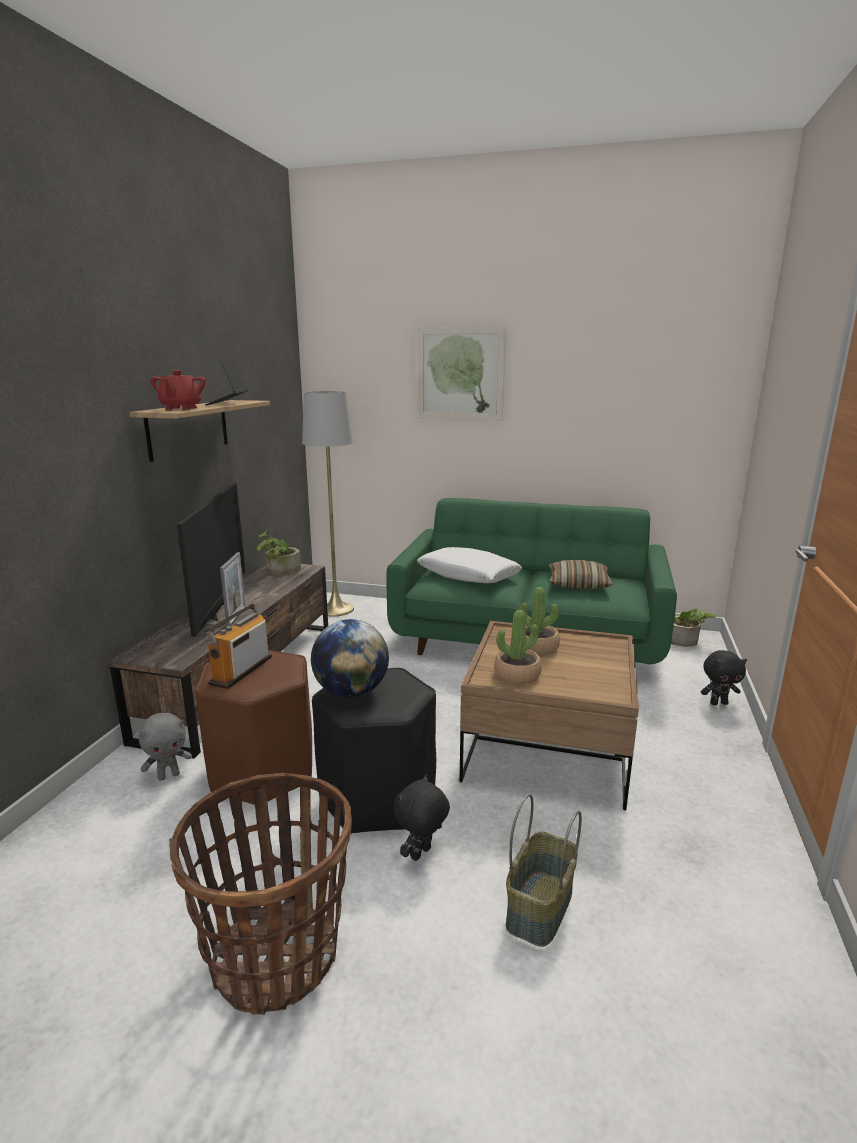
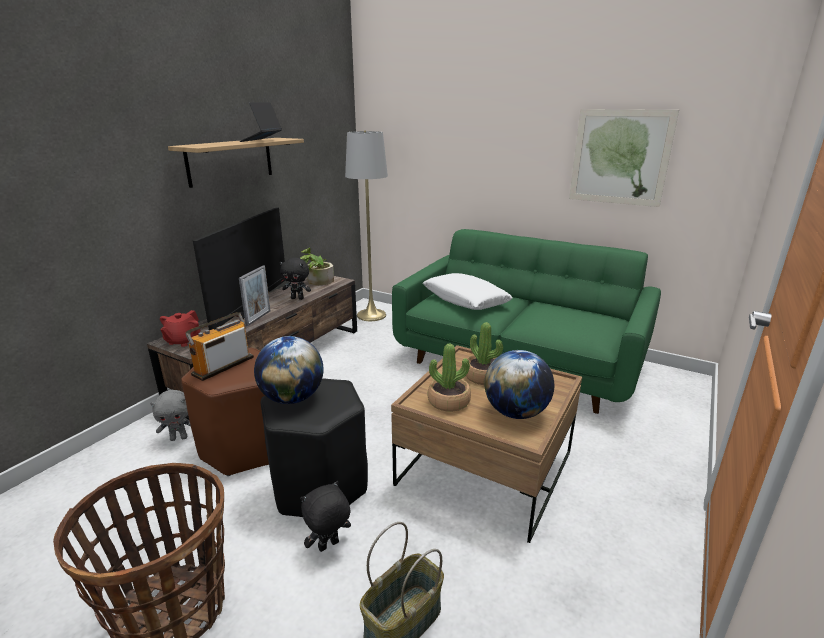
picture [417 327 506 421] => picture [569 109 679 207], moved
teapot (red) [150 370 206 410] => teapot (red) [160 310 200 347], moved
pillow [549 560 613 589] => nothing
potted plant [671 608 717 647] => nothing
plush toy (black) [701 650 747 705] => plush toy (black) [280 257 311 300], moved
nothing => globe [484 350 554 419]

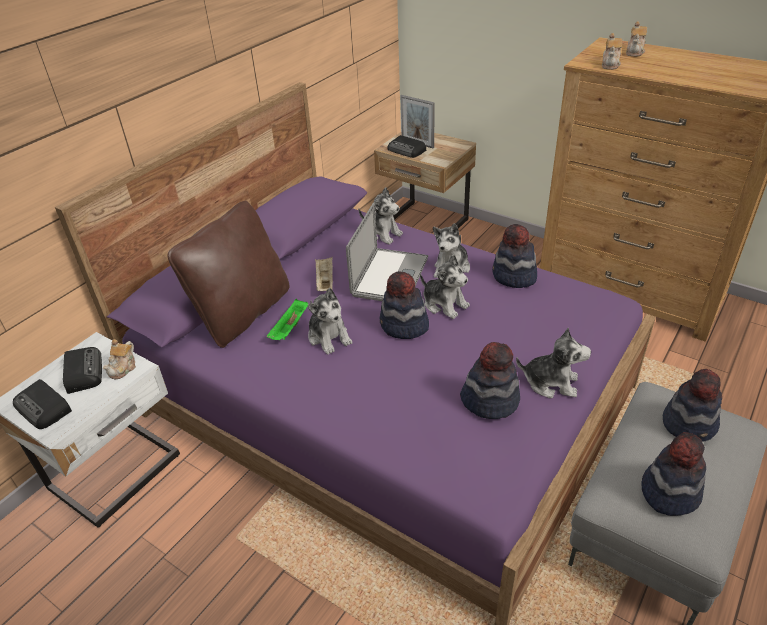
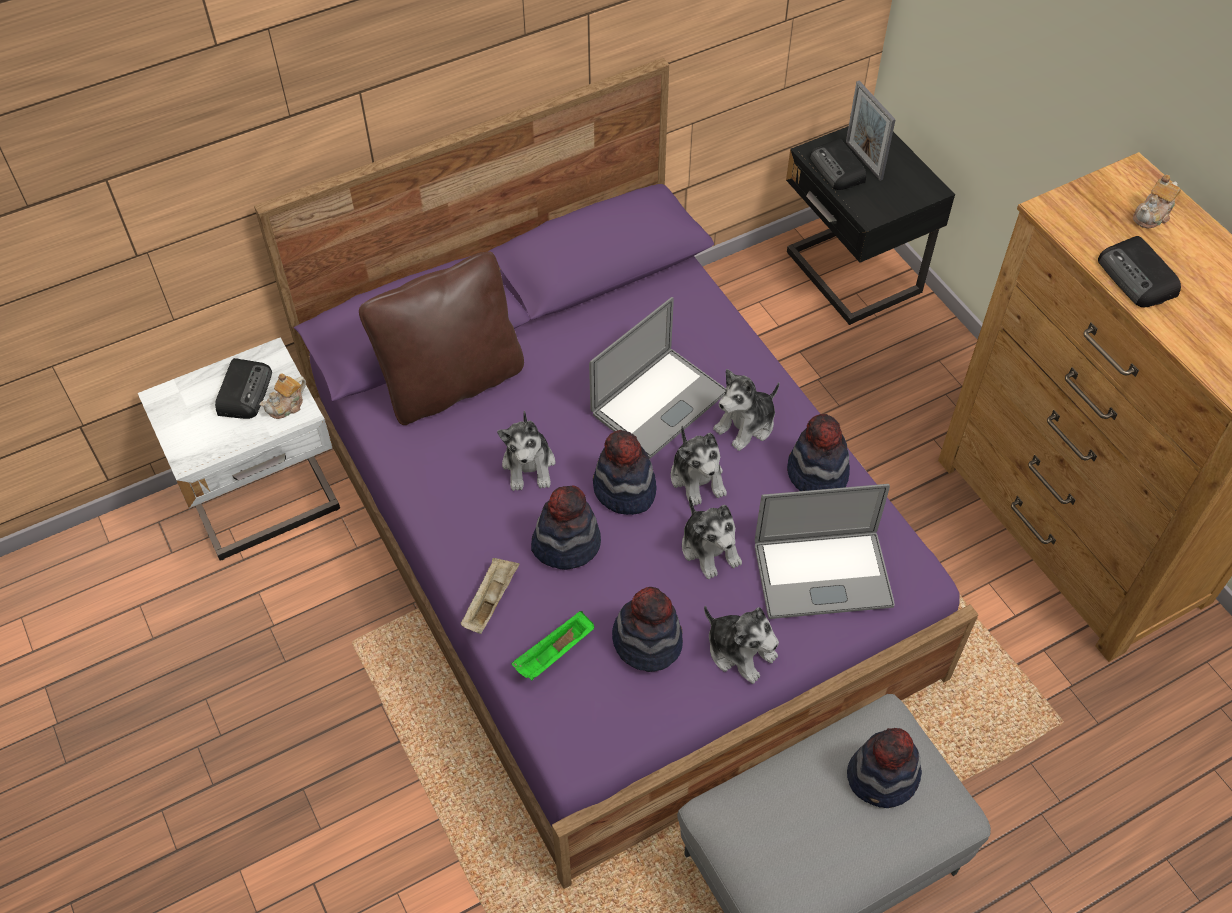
teapot [602 33 622 70] => nothing
nightstand (beige) [374 132 476 229] => nightstand (black) [786 126 955 325]
plush toy [359 187 403 245] => plush toy [682 496 742 579], moved
tray (beige) [315 257 333 291] => tray (beige) [461 558 520 634], moved
tray (green) [267 299 309 340] => tray (green) [512 611 594 681], moved
radio [13 379 72 429] => radio [1098 236 1181 307], moved
hat [641 432 706 516] => hat [531 485 601 570], moved
nothing => laptop [755 484 895 619]

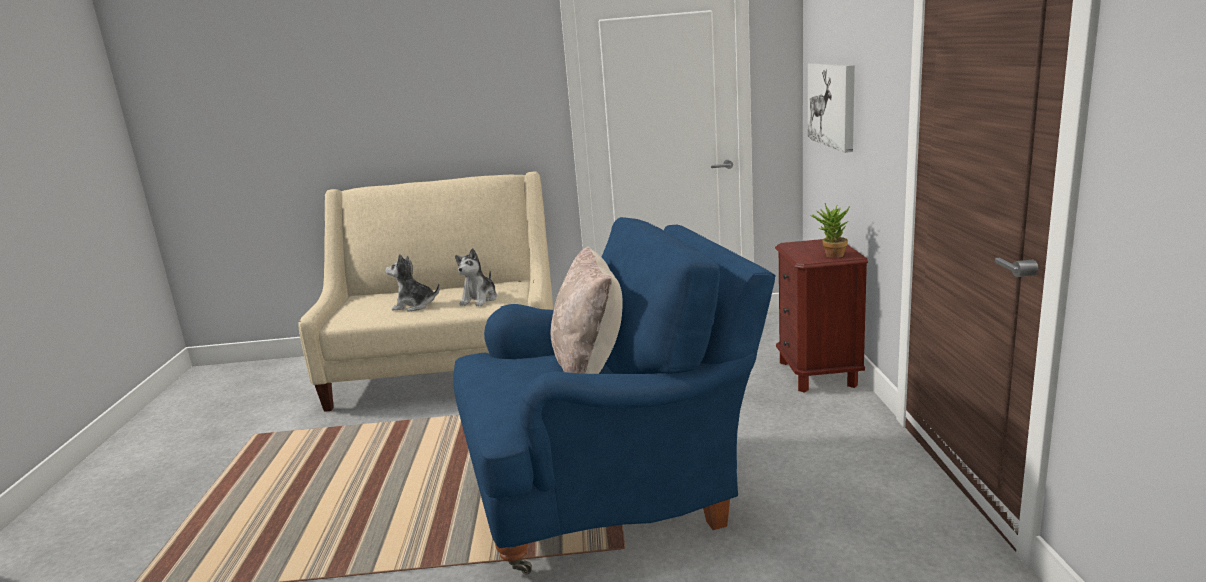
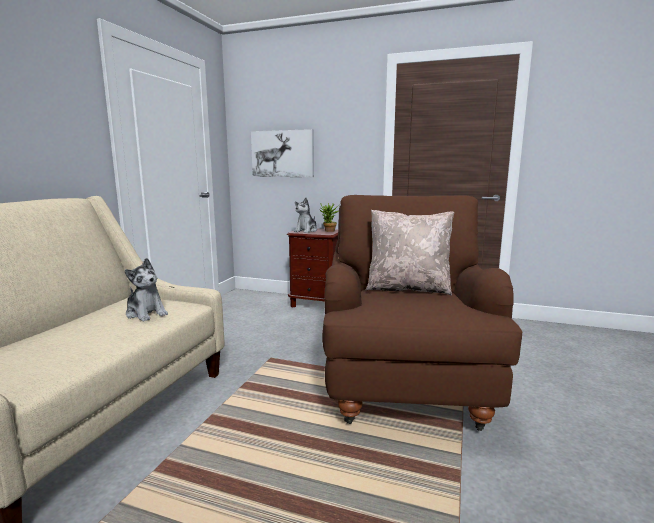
armchair (blue) [453 217 775 574] => armchair (brown) [322 195 522 431]
plush toy [385 254 440 312] => plush toy [294 198 317 233], moved

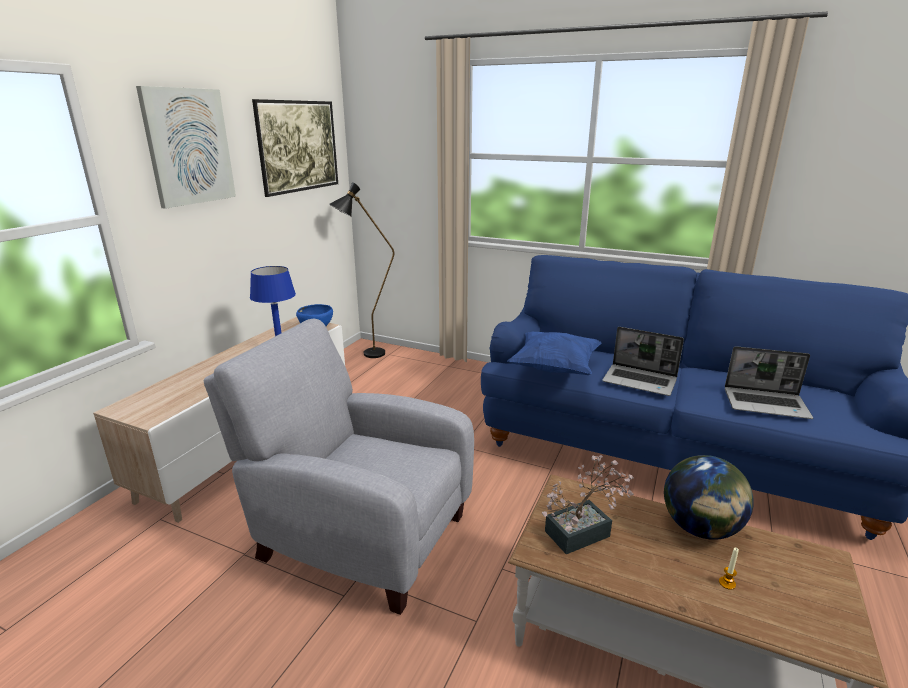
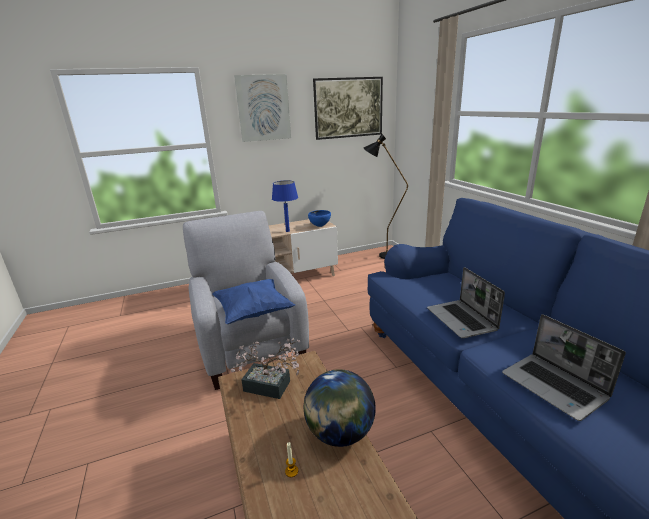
pillow (blue) [508 332 602 375] => pillow (blue) [212 279 295 324], moved

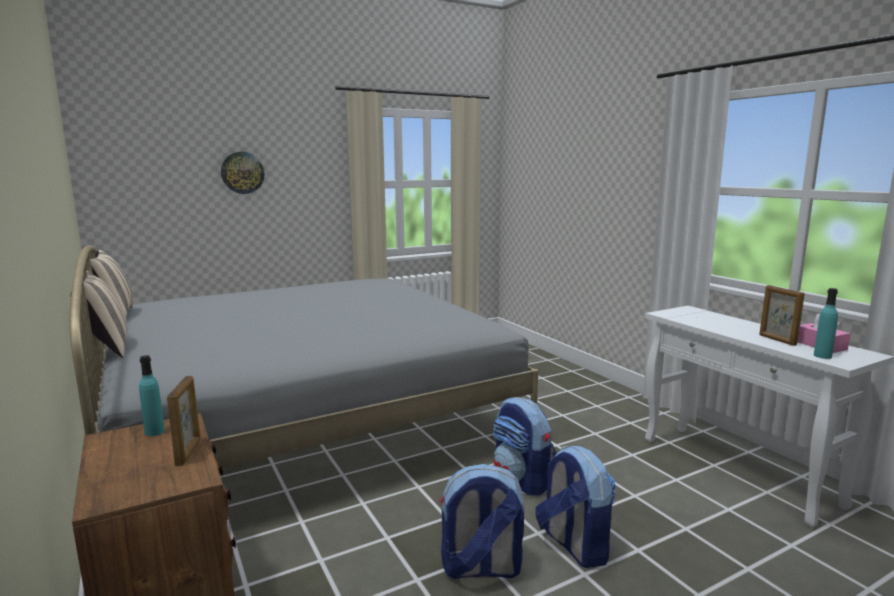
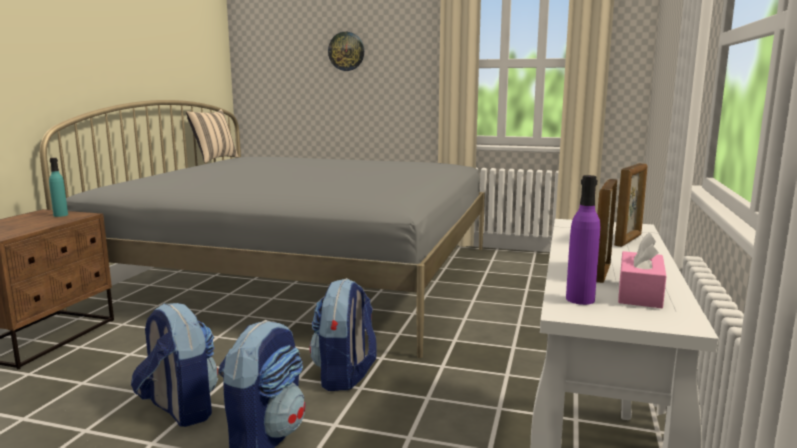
pillow (beige) [70 271 127 358] => nothing
bottle (turquoise) [814 288 838 359] => bottle (purple) [566 175 600 305]
picture frame [167 376 201 466] => picture frame [614 163 647 247], moved

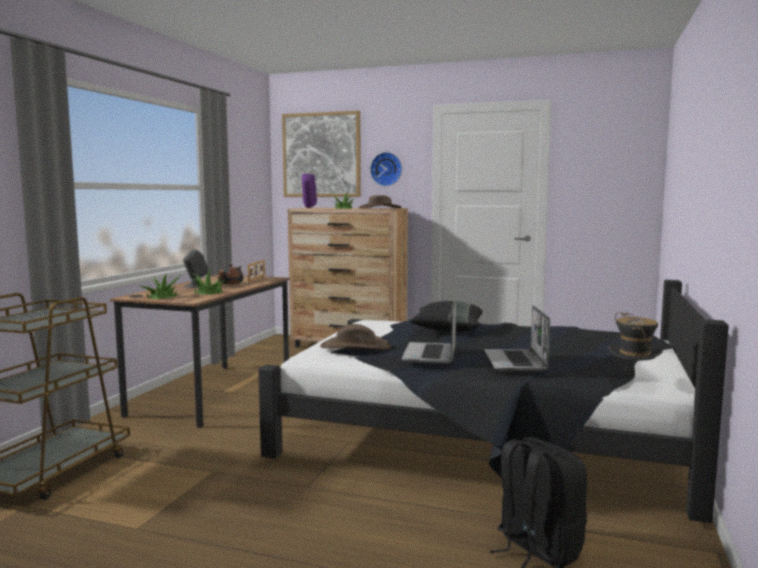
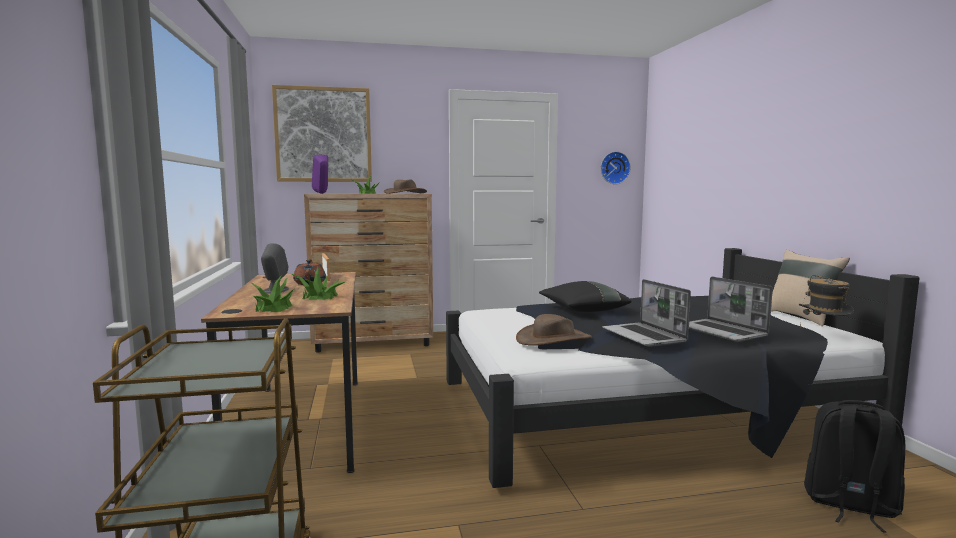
wall clock [370 152 402 186] => wall clock [601 151 631 184], moved
nothing => pillow (beige) [771 250 850 326]

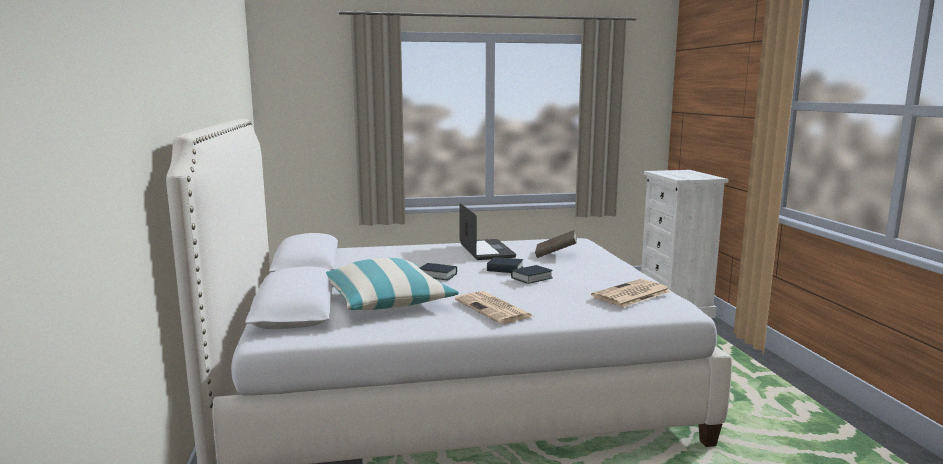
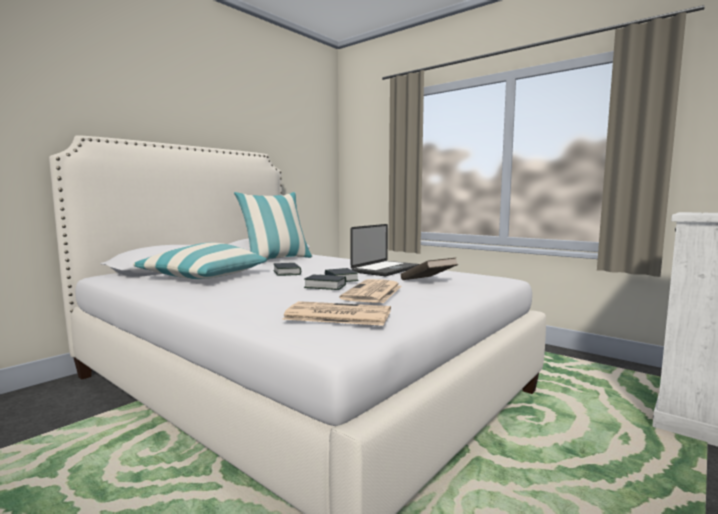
newspaper [455 291 534 324] => newspaper [339 279 401 303], moved
nothing => pillow [234 192 312 260]

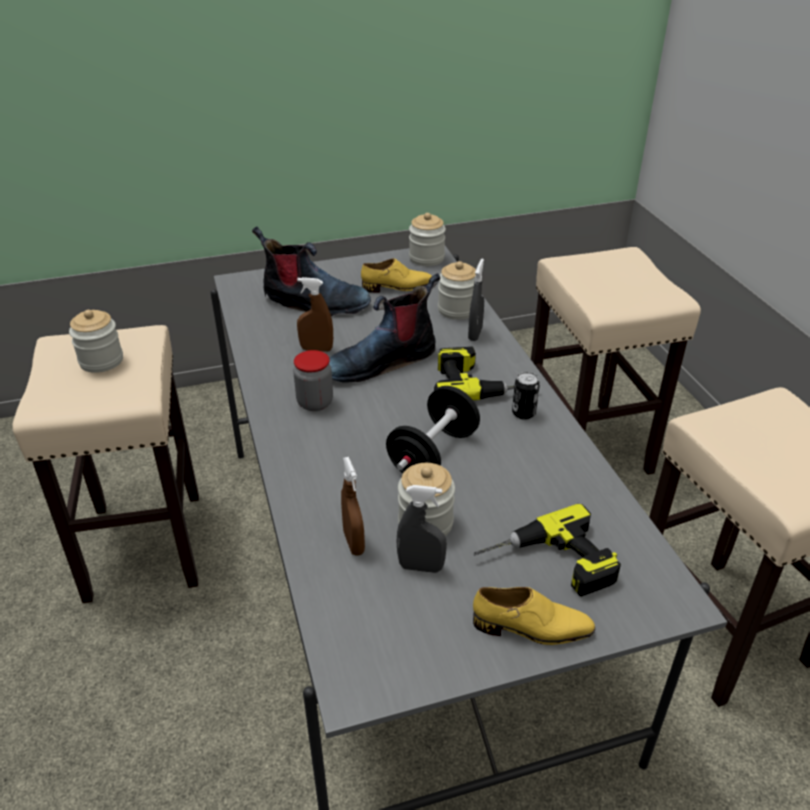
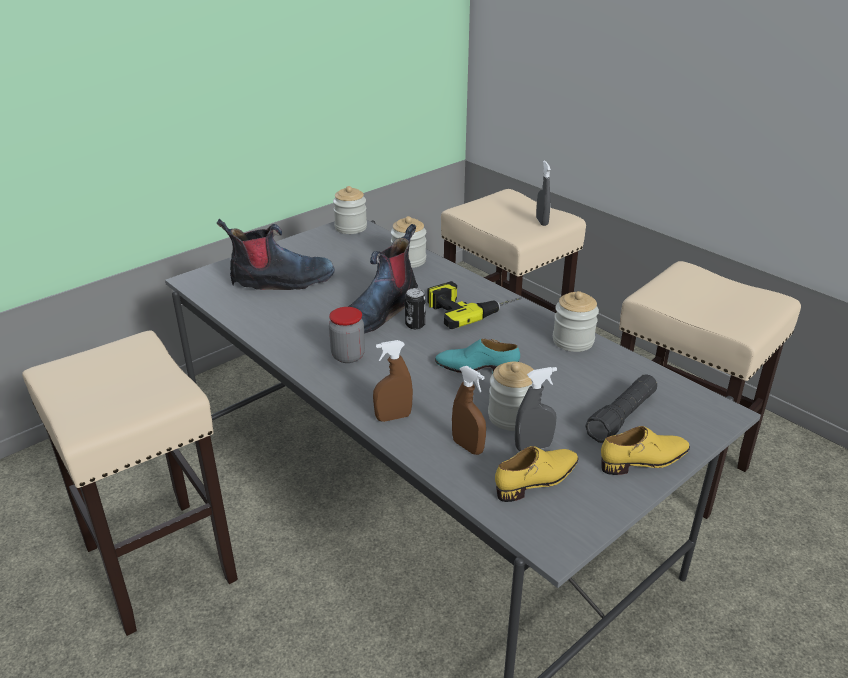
shoe (yellow) [361 258 432 293] => shoe (yellow) [495 446 578 502], moved
spray bottle (grey) [468 259 484 341] => spray bottle (grey) [536 160 551 226], moved
spray bottle (brown) [297 277 333 352] => spray bottle (brown) [373 340 413 422], moved
jar [69 310 123 373] => jar [553 291 599 352], moved
can [512 372 540 420] => can [405 288 426 329], moved
dumbbell (black) [386 386 480 473] => shoe (turquoise) [435 339 520 374]
power drill [474 504 621 597] => flashlight (black) [585 374 657 443]

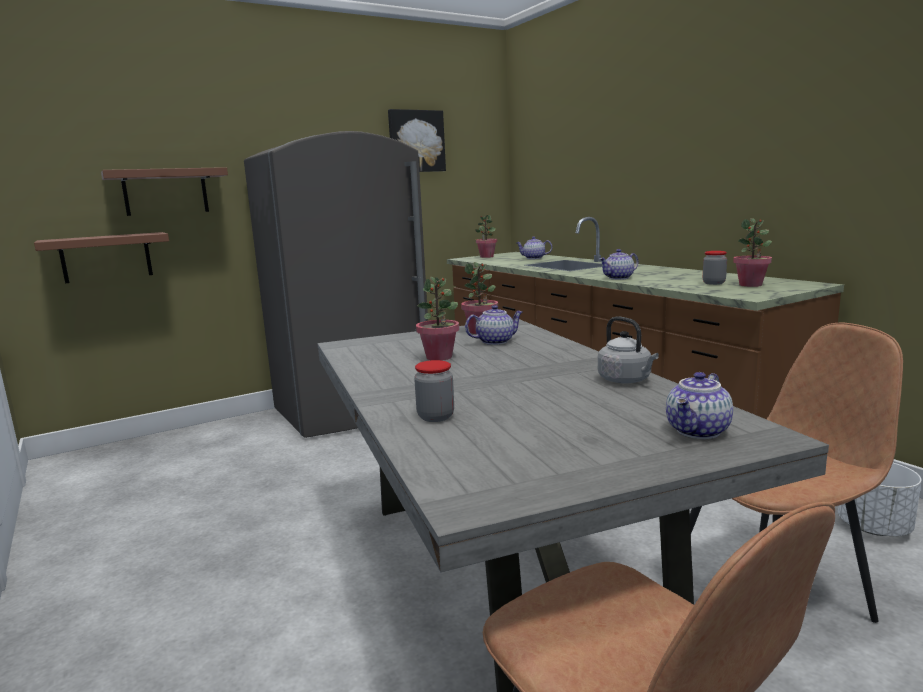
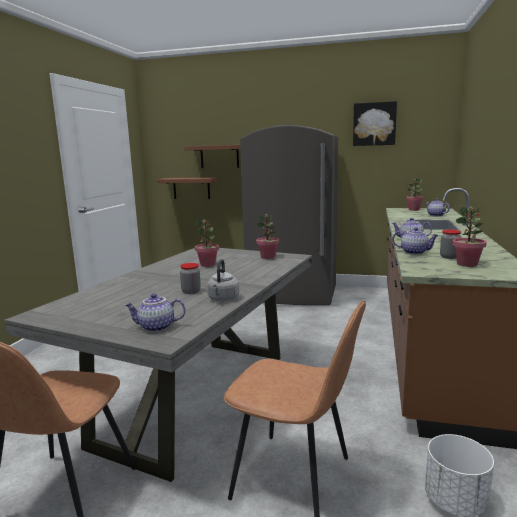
teapot [465 305 523 345] => teapot [393 227 439 255], moved
jar [414 360 454 422] => jar [180 263 201 294], moved

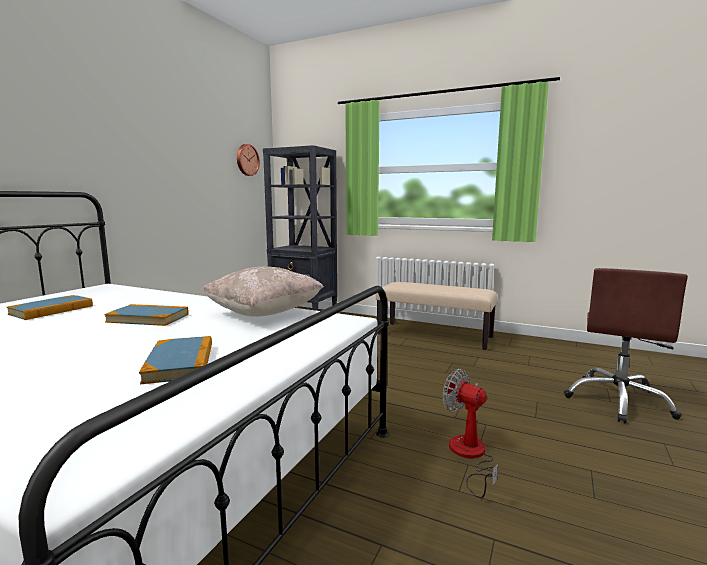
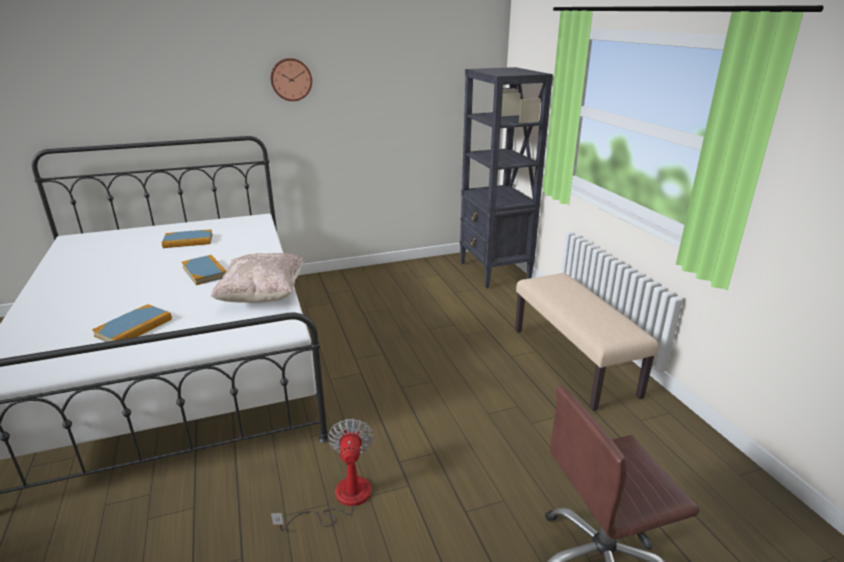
wall clock [237 144 260 176] => wall clock [271 58 312 101], moved

